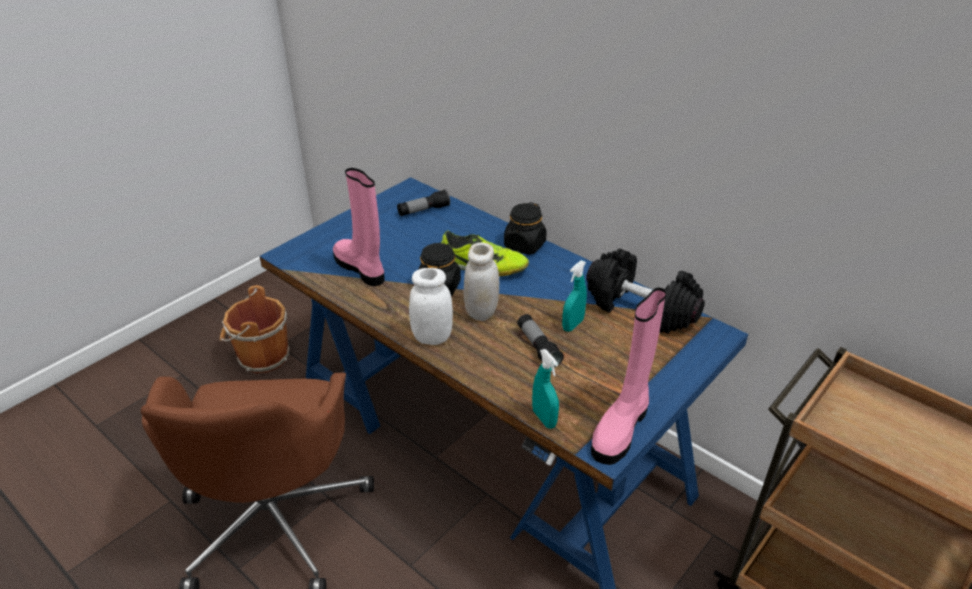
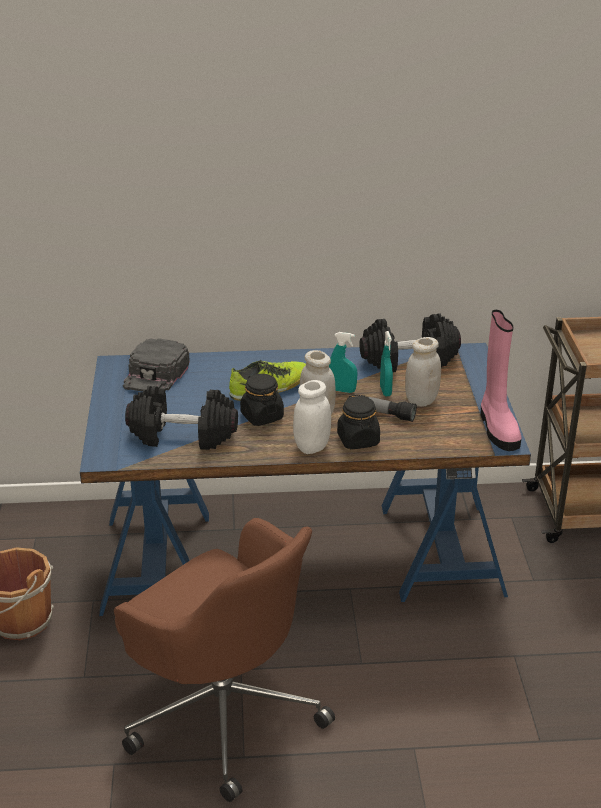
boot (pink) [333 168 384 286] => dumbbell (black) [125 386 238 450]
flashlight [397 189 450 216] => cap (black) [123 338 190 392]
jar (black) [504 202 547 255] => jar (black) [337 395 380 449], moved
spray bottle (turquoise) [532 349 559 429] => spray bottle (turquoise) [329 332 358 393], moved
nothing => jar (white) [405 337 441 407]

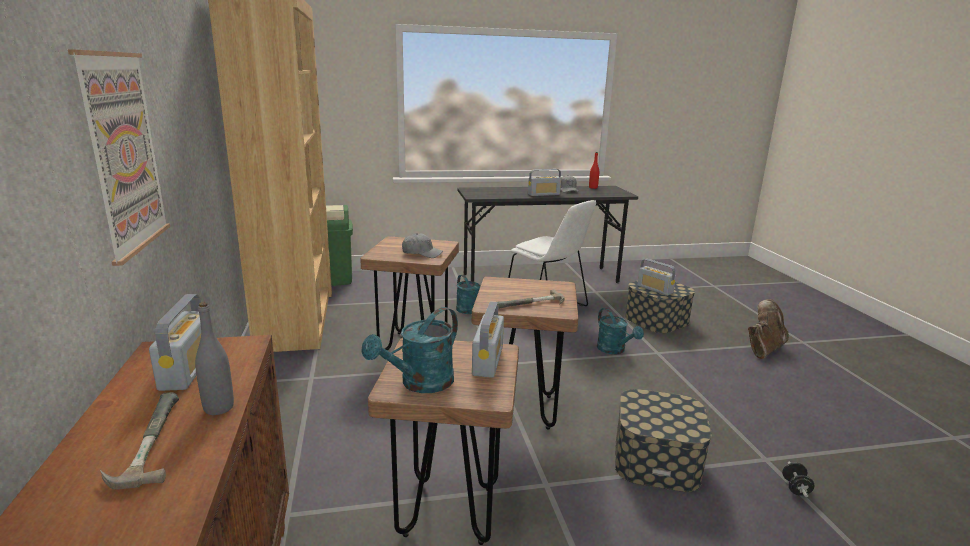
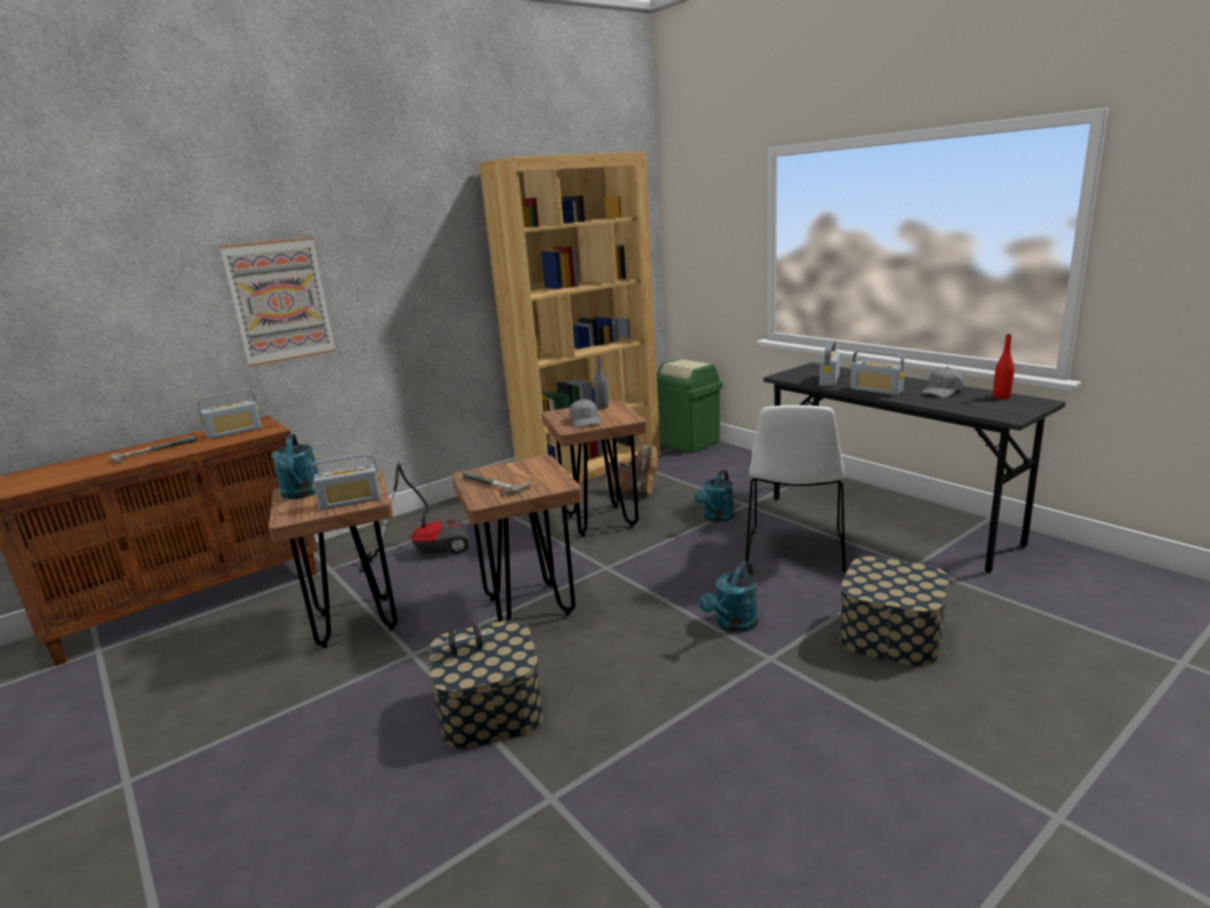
radio [637 259 676 296] => radio [819 341 840 386], moved
boot (brown) [748 299 789 359] => boot (brown) [604 445 658 495], moved
bottle (grey) [195 302 234 415] => bottle (grey) [594 355 609 409], moved
watering can (turquoise) [361 307 458 393] => watering can (turquoise) [271 434 319 499], 120 degrees counterclockwise
dumbbell (black) [782 461 814 498] => dumbbell (black) [435 623 495 656], moved
nothing => vacuum cleaner [360 463 470 573]

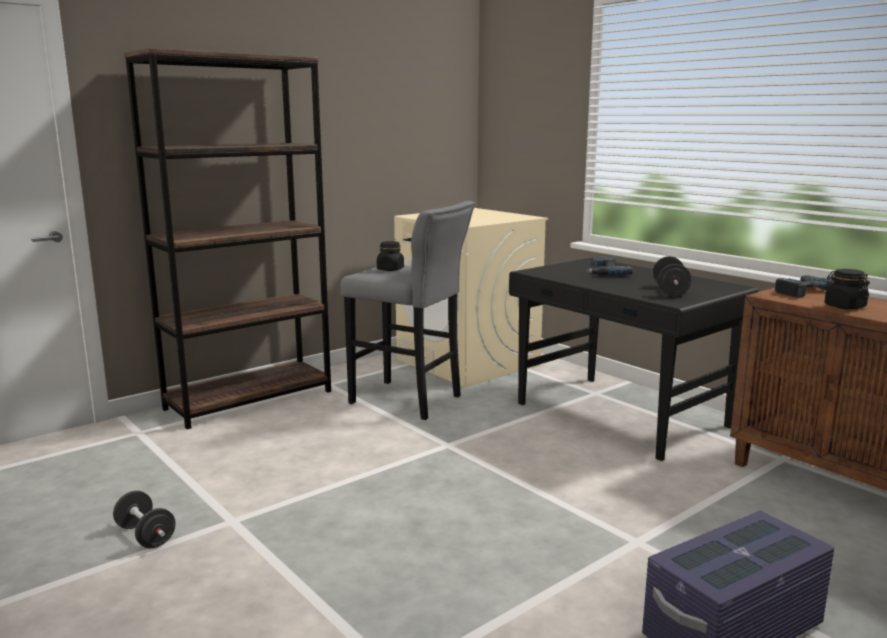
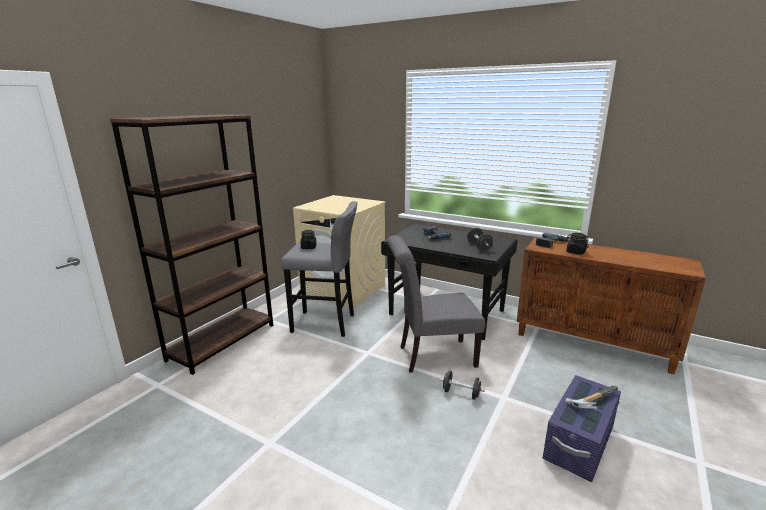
dumbbell (black) [113 491 176 548] => dumbbell (black) [440 371 485 400], moved
nothing => chair (grey) [387 235 485 373]
nothing => hammer [565 385 618 409]

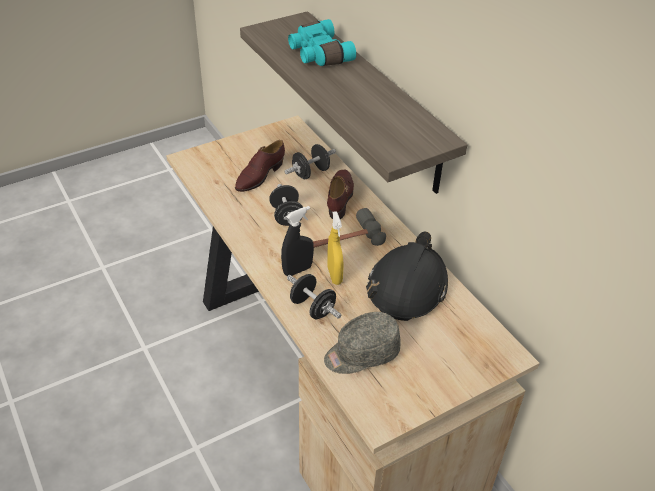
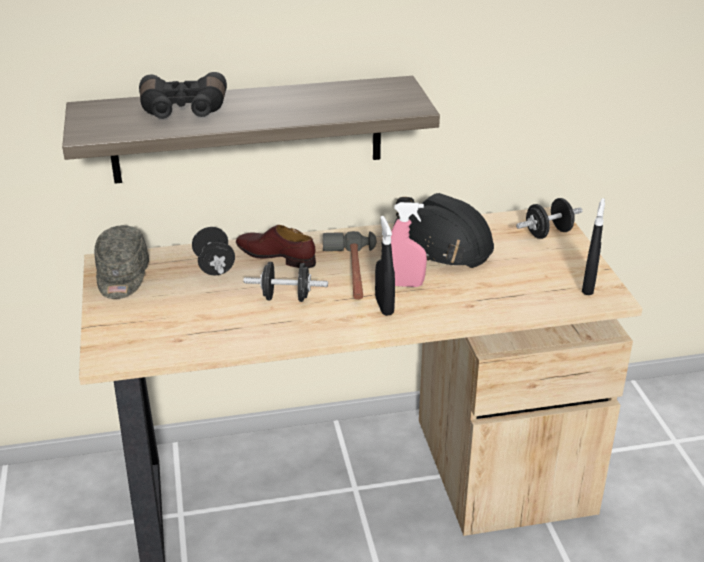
binoculars (turquoise) [288 19 356 66] => binoculars (black) [139 72 227 119]
shoe (brown) [235 140 285 192] => nothing
spray bottle (yellow) [327 211 344 285] => spray bottle (pink) [391 202 427 287]
dumbbell (black) [287 274 341 319] => dumbbell (black) [516 198 582 239], moved
cap (grey) [324 312 401 374] => cap (grey) [94 225 149 299], moved
nothing => spray bottle (black) [582 198 605 295]

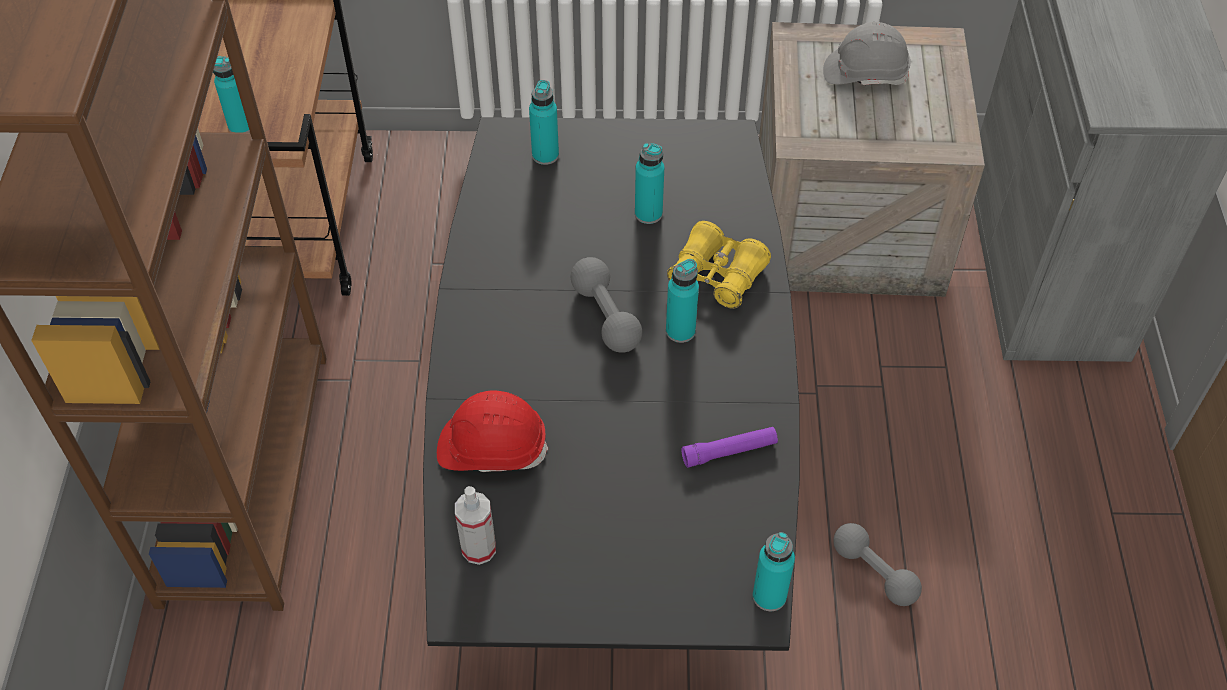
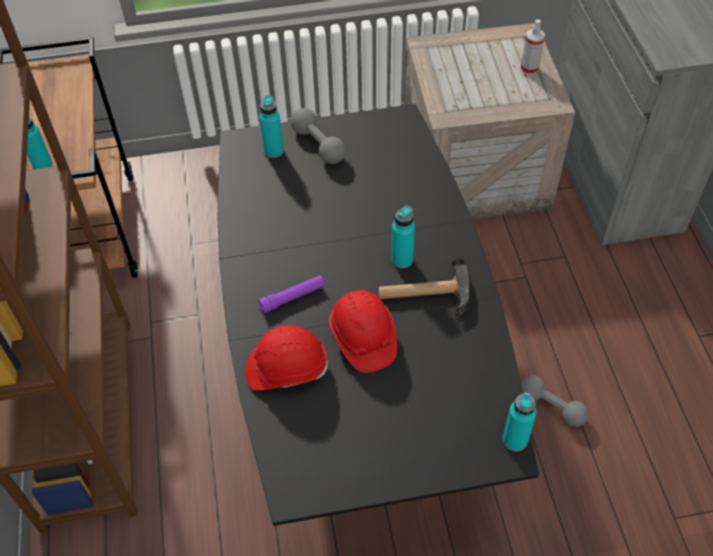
hard hat (grey) [823 22 911 85] => nothing
bottle (turquoise) [635 143 664 224] => nothing
binoculars (yellow) [667 221 771 309] => nothing
dumbbell (grey) [571 257 642 353] => dumbbell (grey) [291 108 346 164], moved
flashlight (purple) [681 427 778 468] => flashlight (purple) [258 275 325 313], moved
spray bottle [455 486 496 565] => spray bottle [521 19 545 75], moved
nothing => hammer [379 259 469 317]
nothing => hard hat (red) [329 290 397 373]

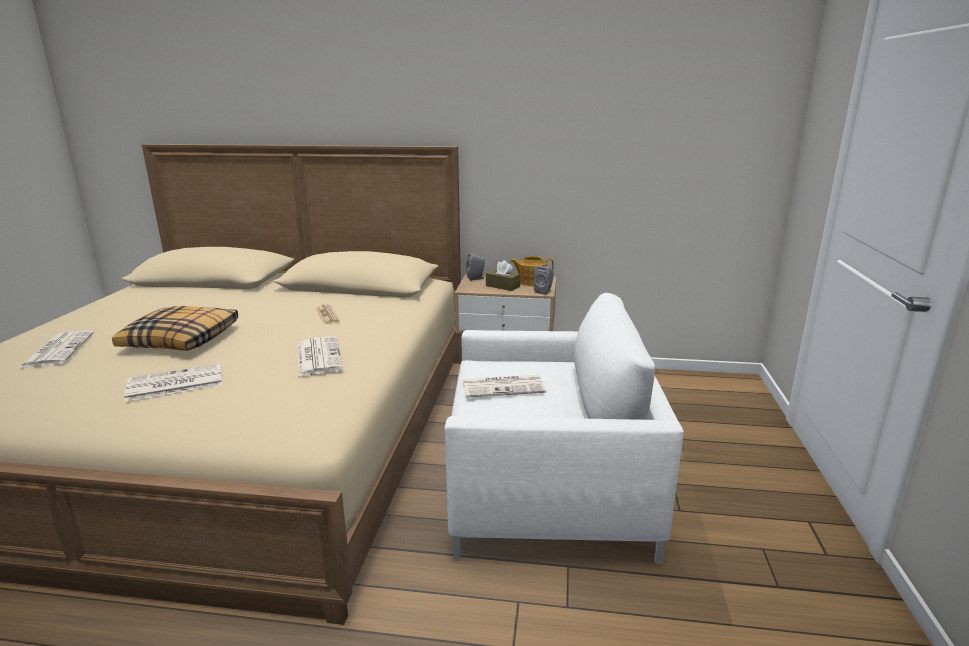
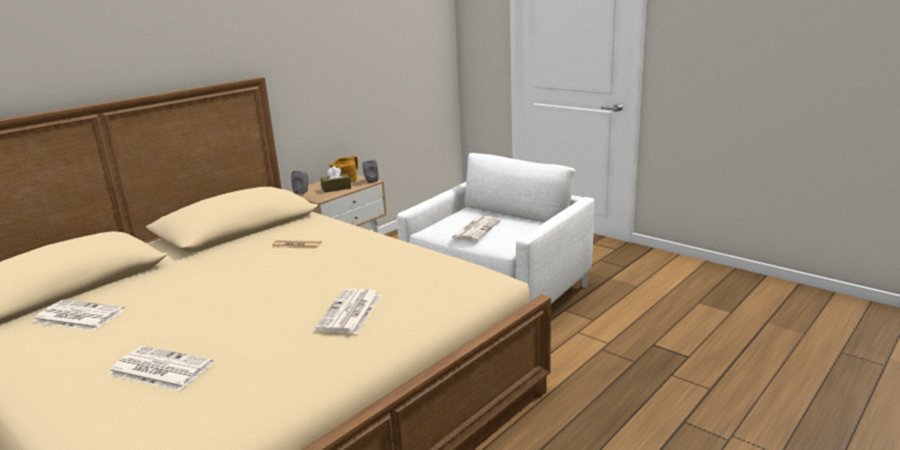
pillow [112 306 238 351] => nothing
newspaper [298 336 343 376] => newspaper [33 300 125 331], moved

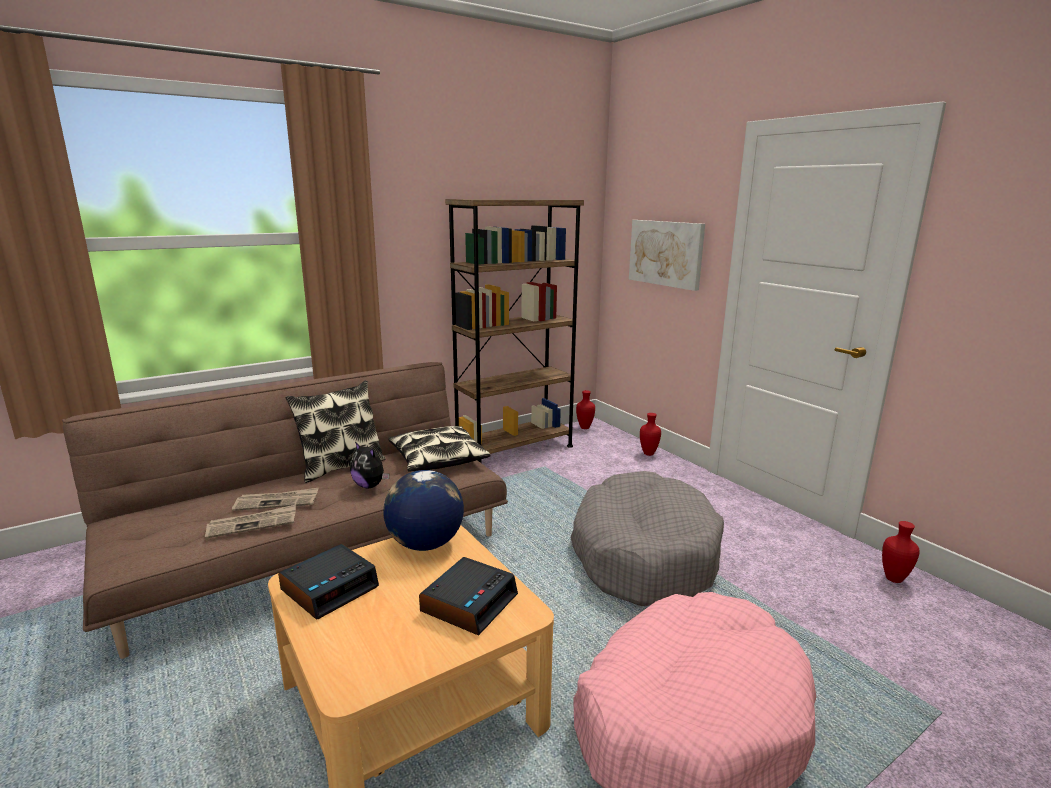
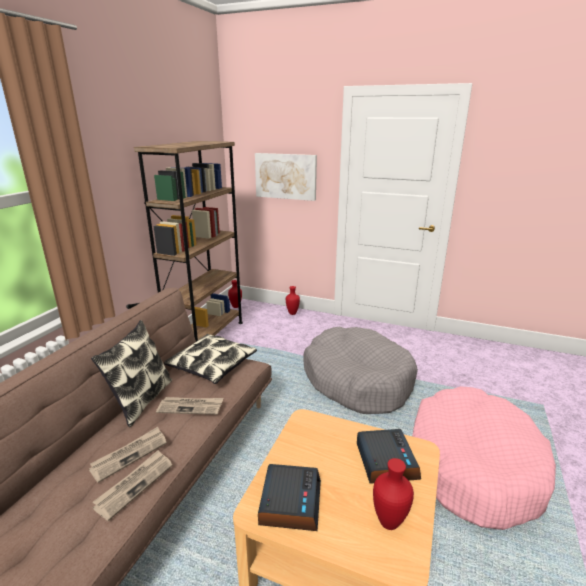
plush toy [350 442 389 488] => newspaper [156 397 223 415]
globe [383 470 464 551] => nothing
vase (red) [882 521 920 583] => vase (red) [373 458 414 530], moved

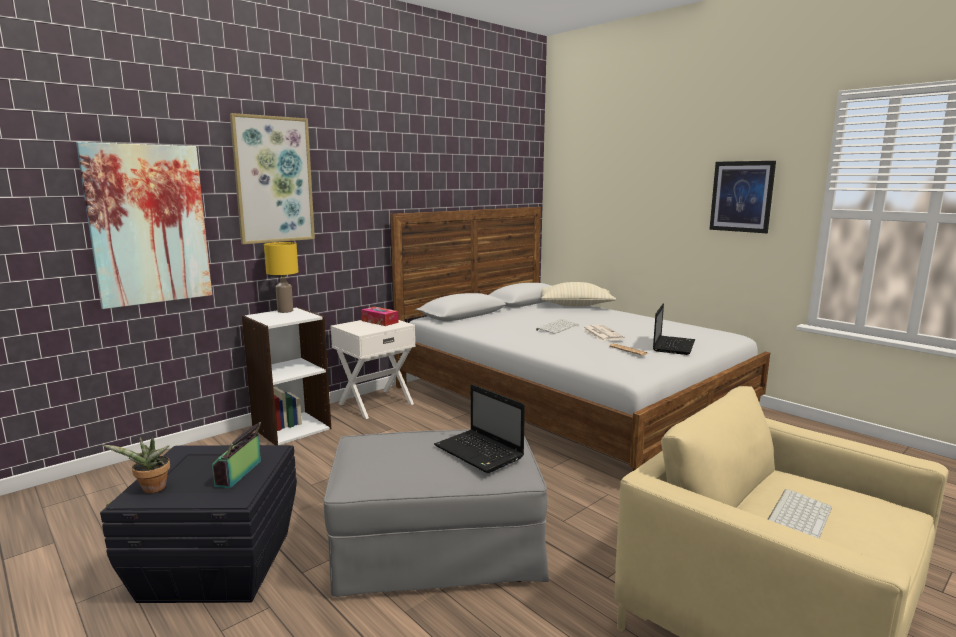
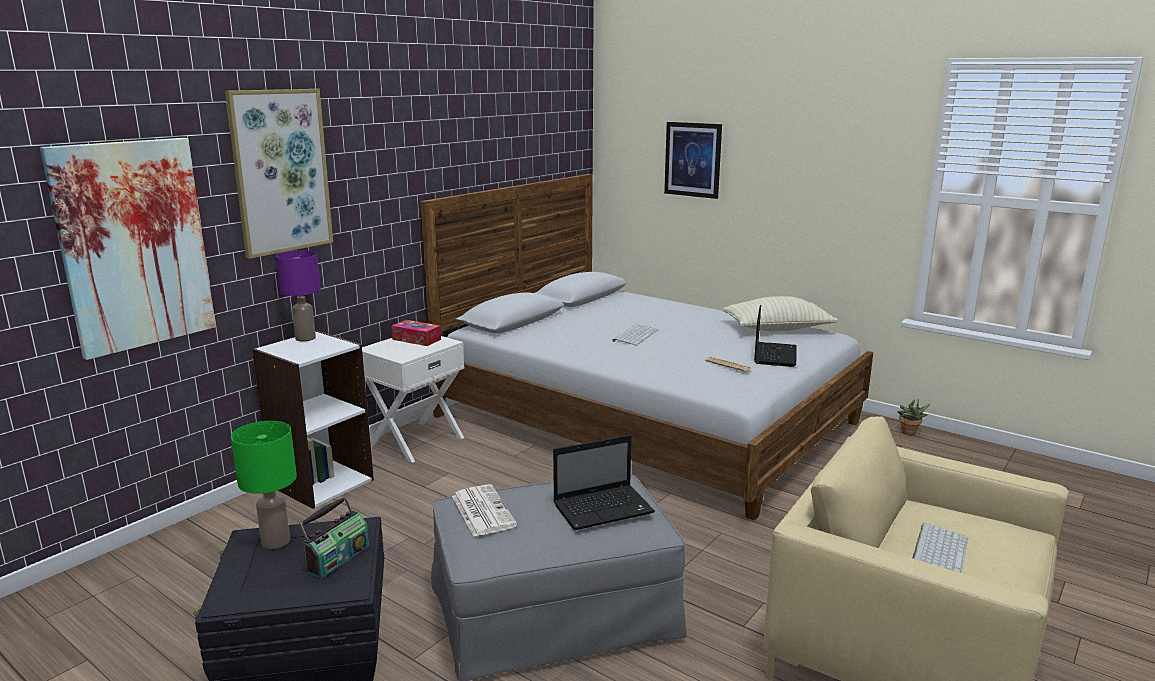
picture [709 161 776 233] => picture [664 122 722 199], moved
table lamp (yellow) [264 242 298 313] => table lamp (purple) [275 250 321 341]
pillow (beige) [541 282 616 307] => pillow (beige) [722 296 838 331], moved
newspaper [583 325 625 341] => newspaper [452 484 517 537], moved
laptop [434 384 525 473] => laptop [553 435 655 530], 60 degrees counterclockwise
radio [212 422 261 488] => radio [299 496 369 578], 150 degrees counterclockwise
potted plant [103 437 170 493] => potted plant [898 399 930 435], moved
nothing => table lamp (green) [231 421 297 549]

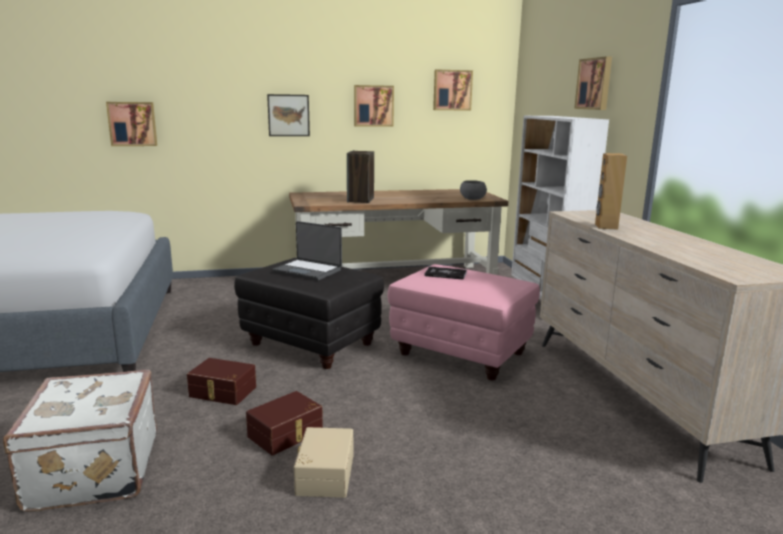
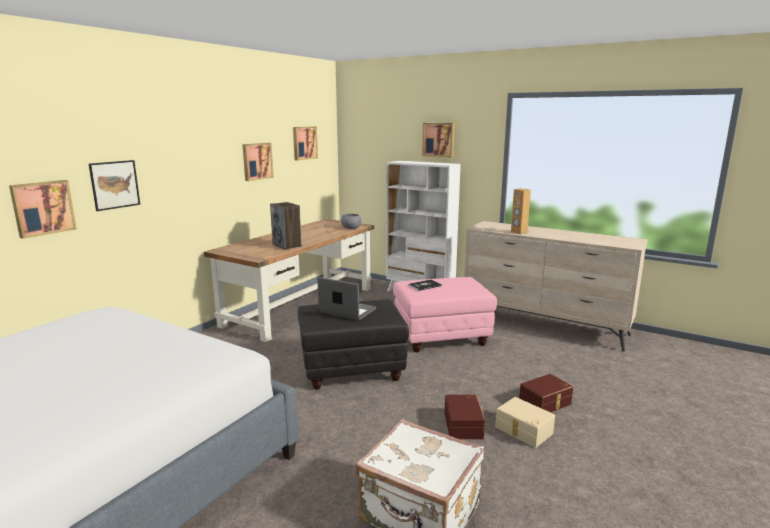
picture [267 94 310 136] => picture [89 160 140 211], moved
laptop [272 221 342 281] => laptop [317 277 376 320], 135 degrees counterclockwise
storage box (brown) [187 358 256 405] => storage box (brown) [519 374 573 412], moved

